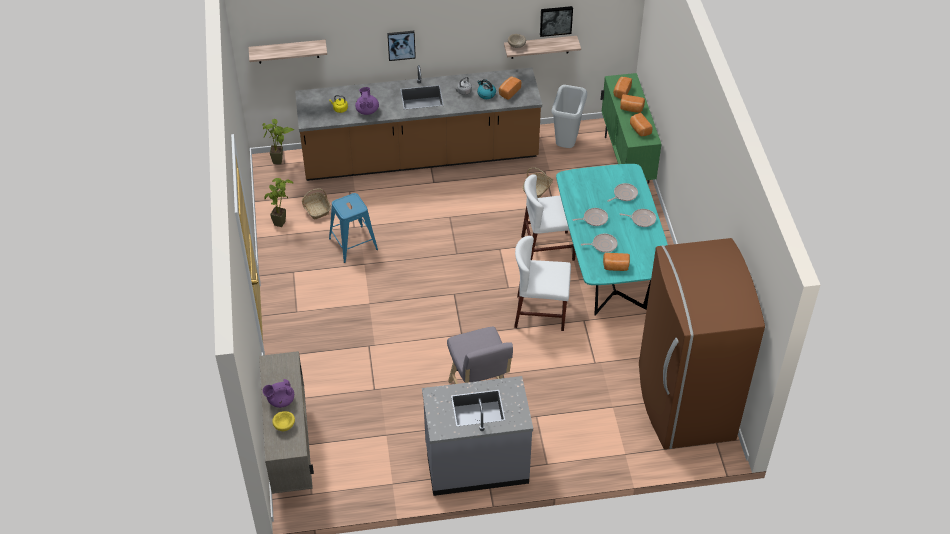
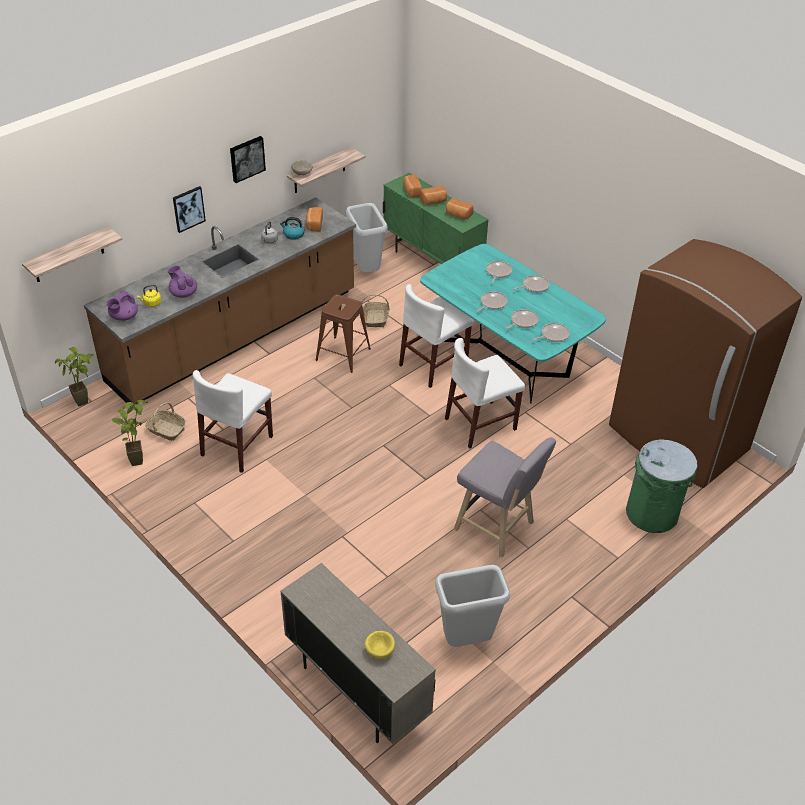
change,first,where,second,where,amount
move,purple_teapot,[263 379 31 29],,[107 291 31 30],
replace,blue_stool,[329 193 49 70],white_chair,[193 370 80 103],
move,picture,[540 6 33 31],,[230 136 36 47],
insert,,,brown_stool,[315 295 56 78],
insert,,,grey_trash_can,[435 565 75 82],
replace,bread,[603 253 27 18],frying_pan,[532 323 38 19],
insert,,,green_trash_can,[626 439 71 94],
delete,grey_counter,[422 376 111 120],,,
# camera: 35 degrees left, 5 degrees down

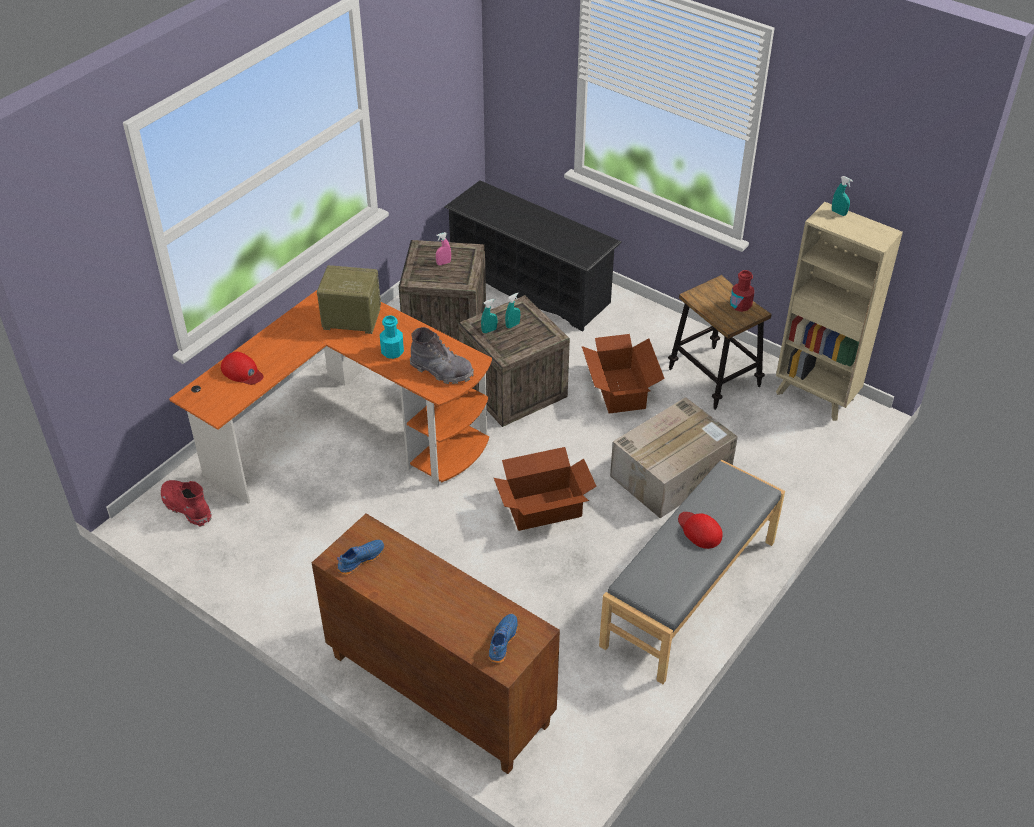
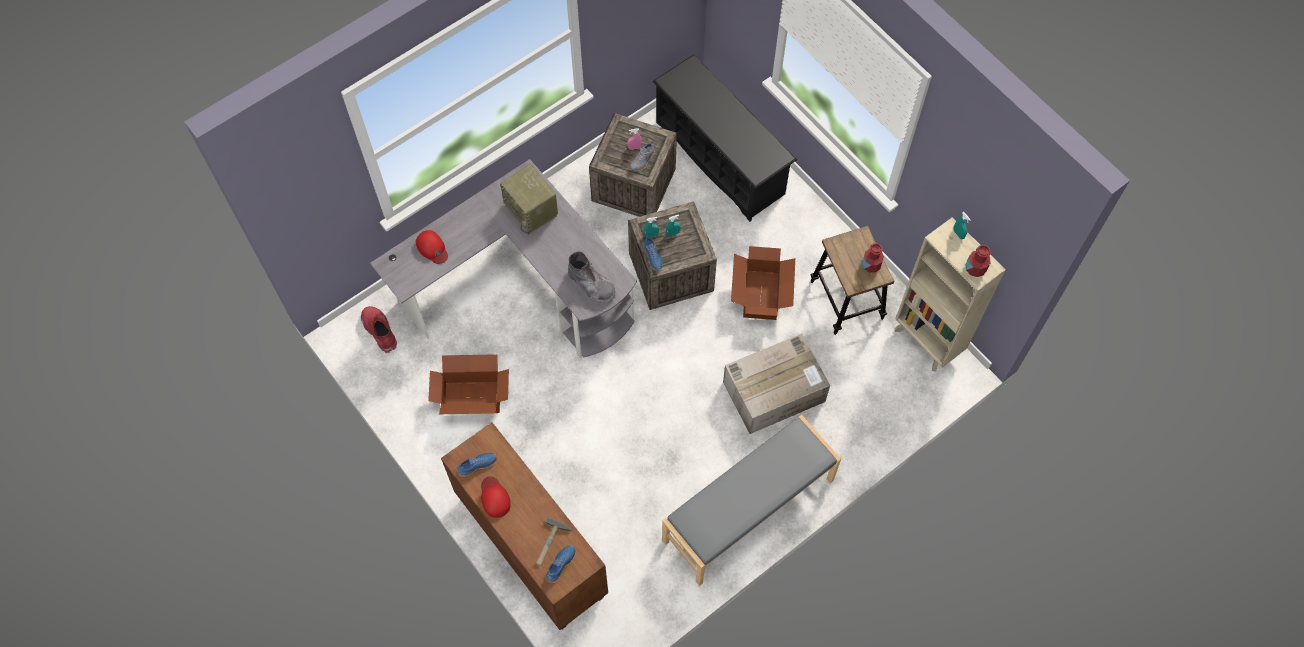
change,first,where,second,where,amount
recolor,orange_desk,[169 289 323 215],grey_desk,[370 159 267 199],
move,cardboard_box,[494 447 103 84],,[428 354 81 60],
move,red_cap,[678 512 45 37],,[481 476 30 42],
rotate,radio,[317 265 64 69],,[500 164 58 70],150 degrees counterclockwise
insert,,,hammer,[536 517 36 49],
insert,,,grey_shoe,[630 141 25 31],
insert,,,blue_shoe,[643 235 20 35],
insert,,,red_bottle,[966 245 25 32],
delete,turquoise_bottle,[380 315 24 44],,,
# camera: 15 degrees right, 20 degrees up

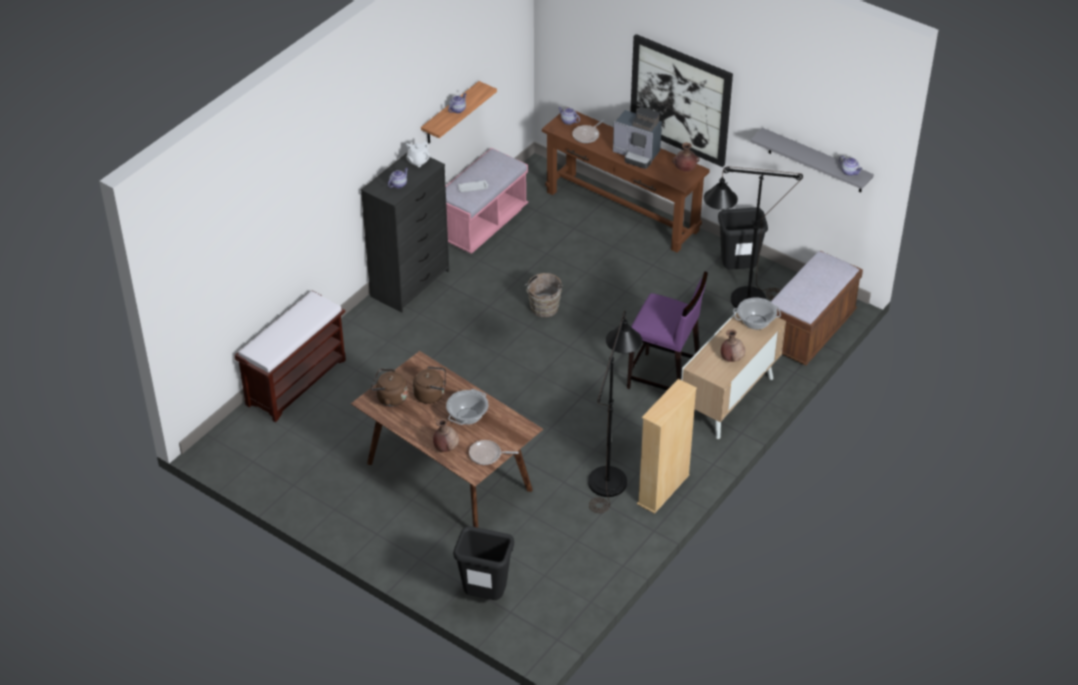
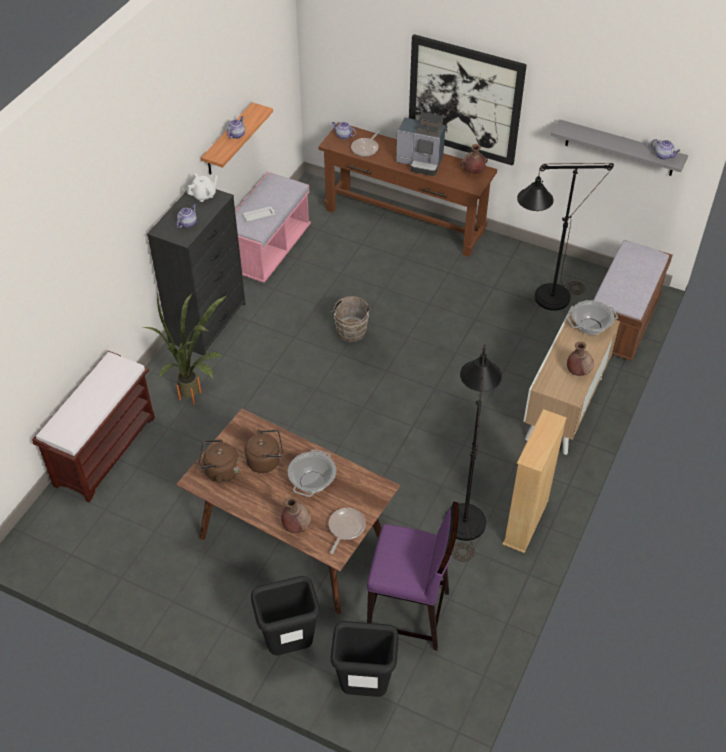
change,first,where,second,where,amount
insert,,,potted_plant,[143 293 83 111],
rotate,white_teapot,[406 141 24 26],,[187 173 31 29],150 degrees counterclockwise
move,black_trash_can,[718 208 50 62],,[251 576 69 80],
rotate,frying_pan,[469 440 50 25],,[329 508 37 46],120 degrees clockwise
move,purple_stool,[627 271 81 119],,[367 501 92 150],
# camera: 10 degrees left, 5 degrees up

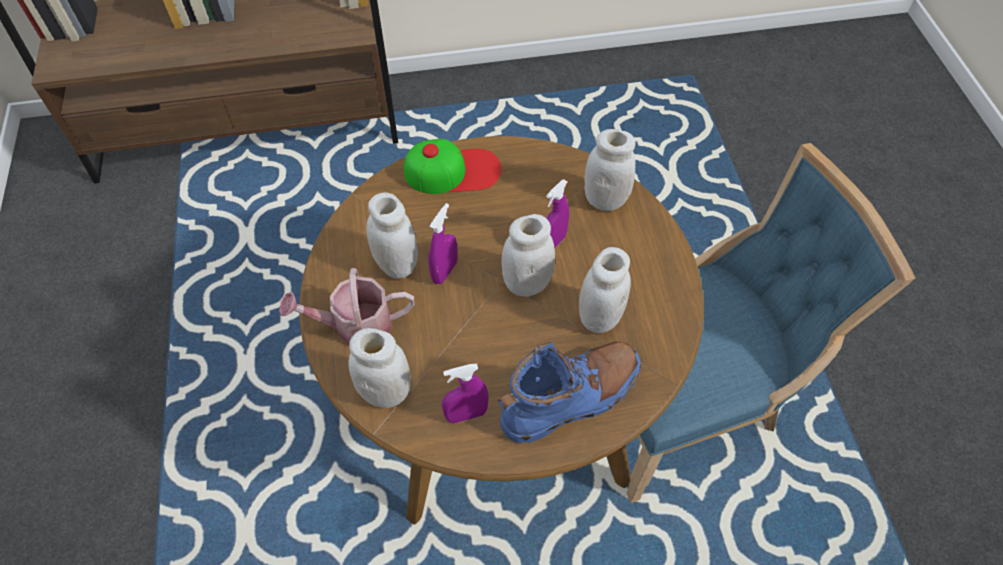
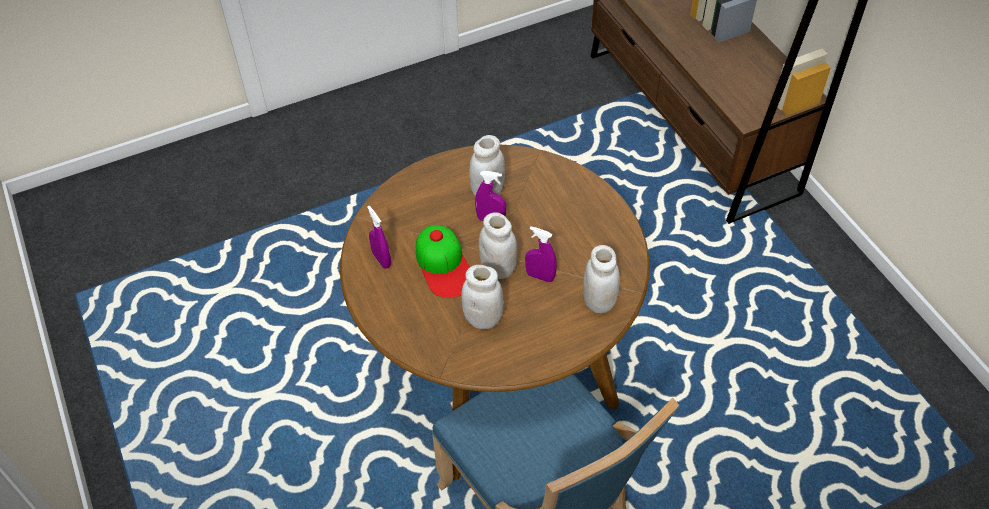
change,first,where,second,where,amount
move,cap,[404 138 98 56],,[416 225 54 73],
delete,watering_can,[279 268 135 77],,,
delete,white_jar,[348 328 63 80],,,
delete,blue_boot,[498 342 143 101],,,
# camera: 75 degrees right, 5 degrees down

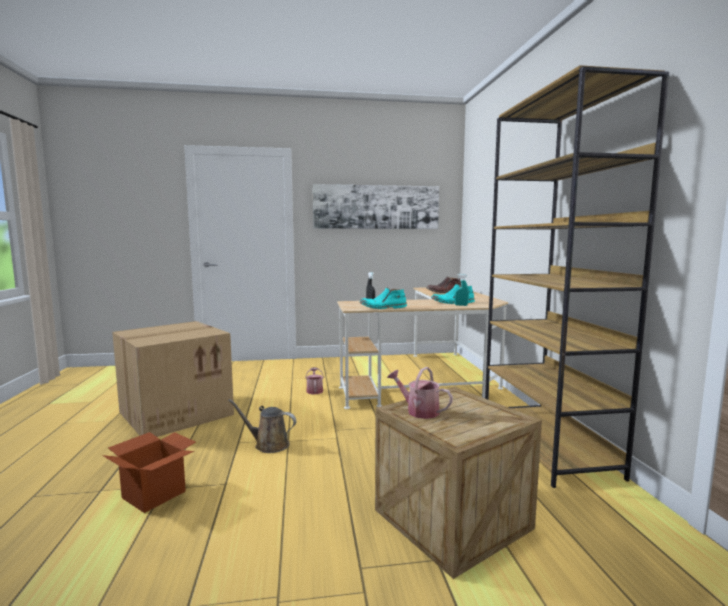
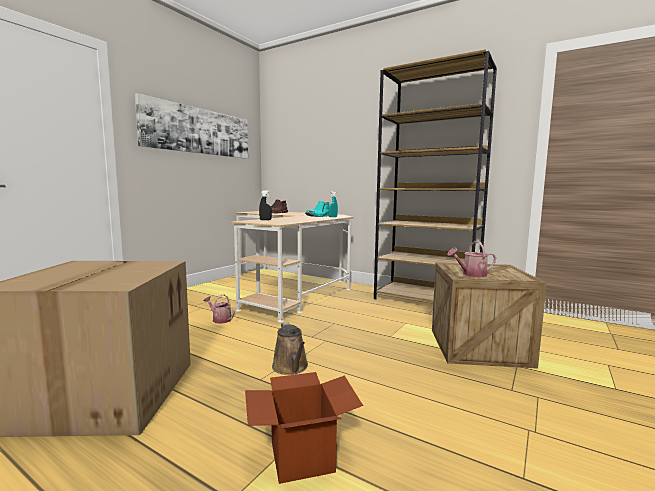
change,first,where,second,where,amount
rotate,brown_watering_can,[228 399 68 54],,[272 322 36 53],75 degrees counterclockwise
delete,turquoise_boot,[360 288 47 21],,,
# camera: 50 degrees left, 0 degrees up

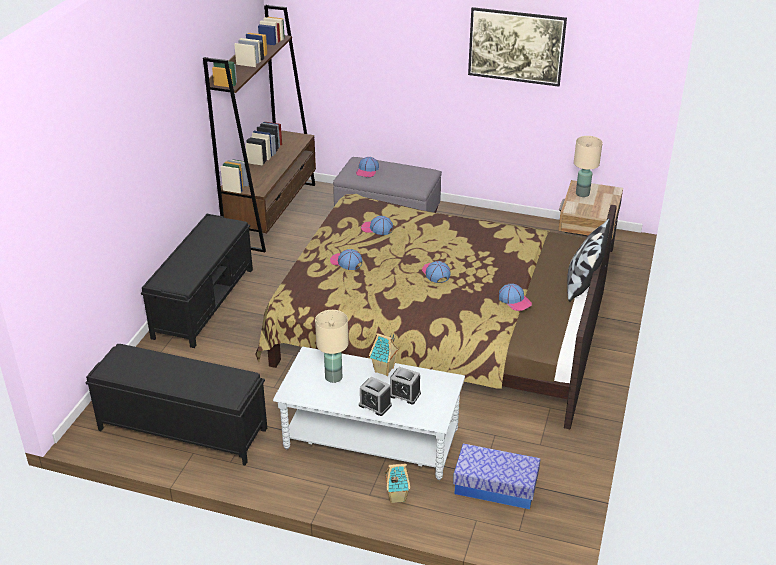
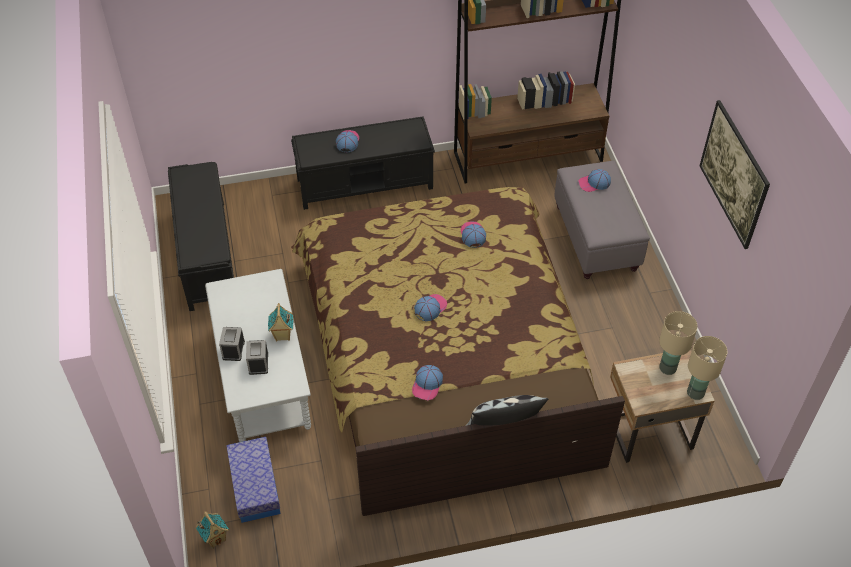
change,first,where,second,where,amount
move,toy_house,[384 464 26 39],,[196 512 33 36],
move,cap,[330 249 32 21],,[336 130 23 23],
move,beige_table_lamp,[315 310 34 73],,[687 336 40 64],
# camera: 60 degrees right, 15 degrees up

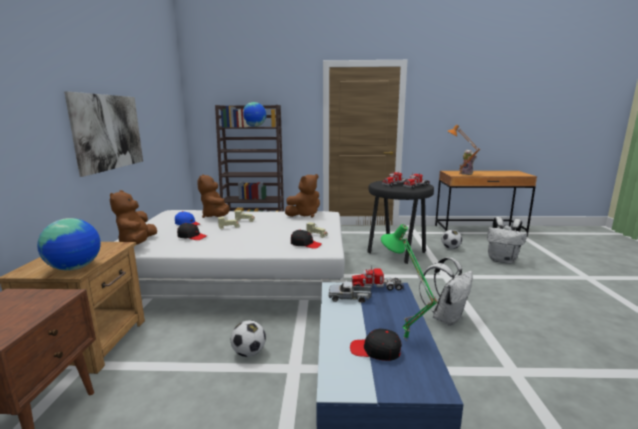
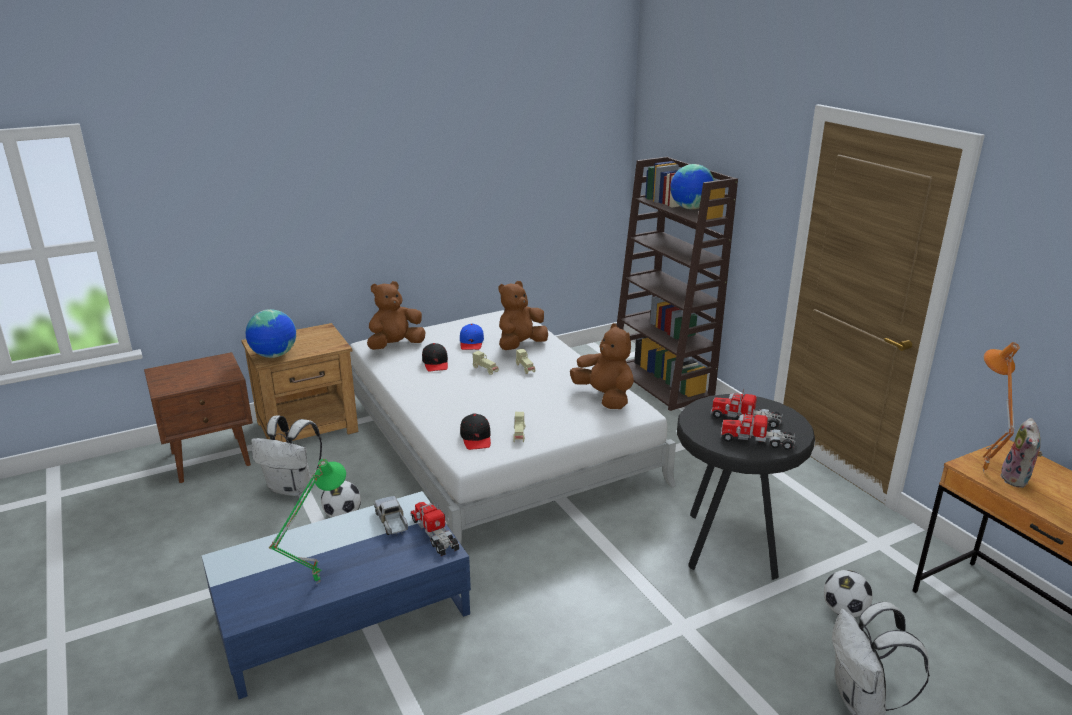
change,first,where,second,where,amount
move,white_backpack,[419 257 54 69],,[251 415 71 81],
rotate,brown_plush_toy,[285 174 35 44],,[570 323 64 86],150 degrees counterclockwise
delete,picture,[64 91 79 86],,,
delete,black_cap,[350 329 52 32],,,
# camera: 60 degrees right, 10 degrees up

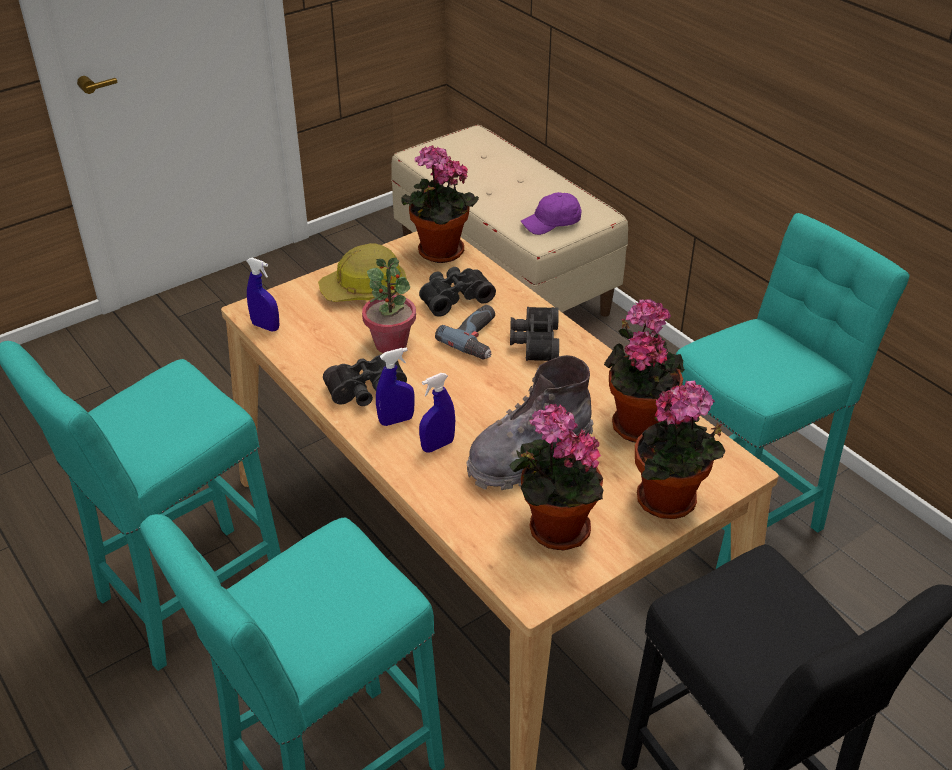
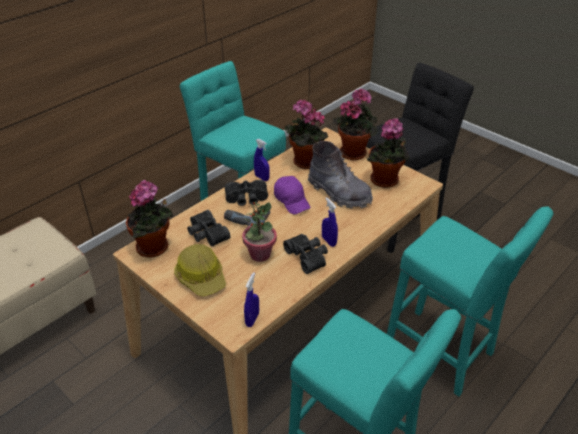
change,first,where,second,where,amount
move,blue_spray_bottle,[419 373 36 80],,[254 139 16 42],
move,purple_cap,[521 192 61 43],,[274 176 37 38],
# camera: 100 degrees left, 0 degrees up

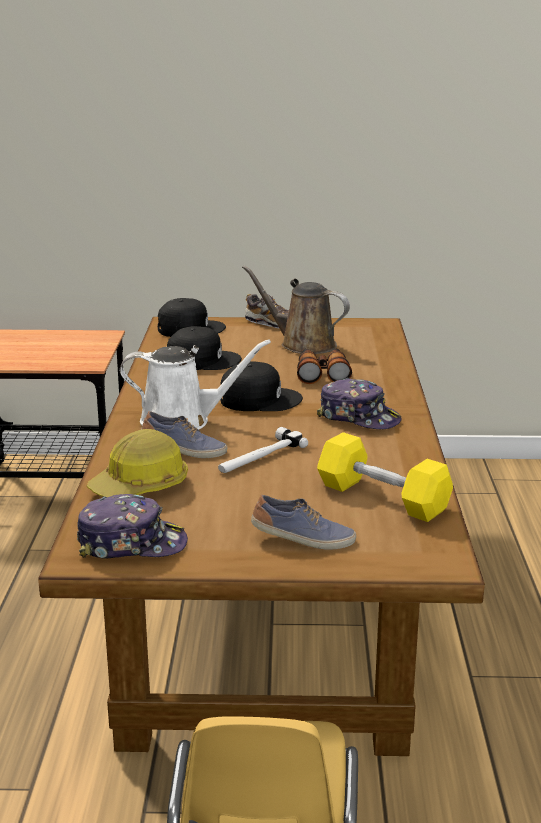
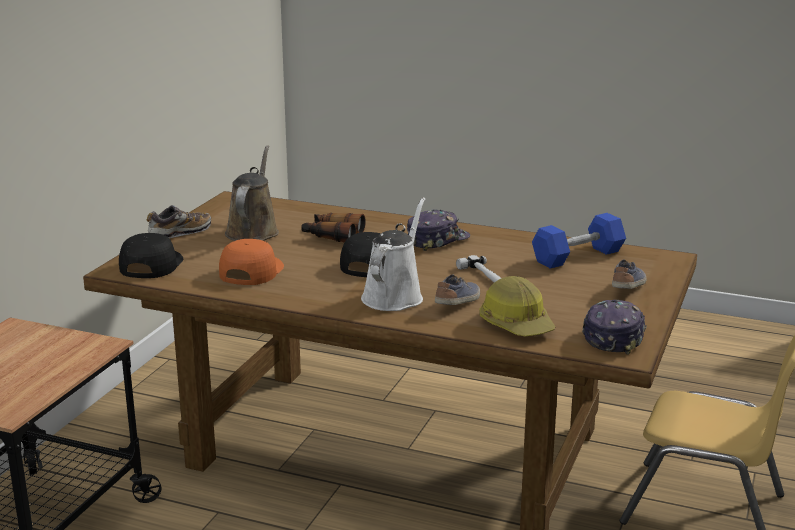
change,first,where,second,where,amount
recolor,black_cap,[167 326 75 44],orange_cap,[219 239 65 46],
rotate,brown_watering_can,[242 265 108 89],,[225 146 54 95],135 degrees clockwise
recolor,yellow_dumbbell,[317 432 136 90],blue_dumbbell,[532 213 94 56],
# camera: 70 degrees left, 0 degrees up

